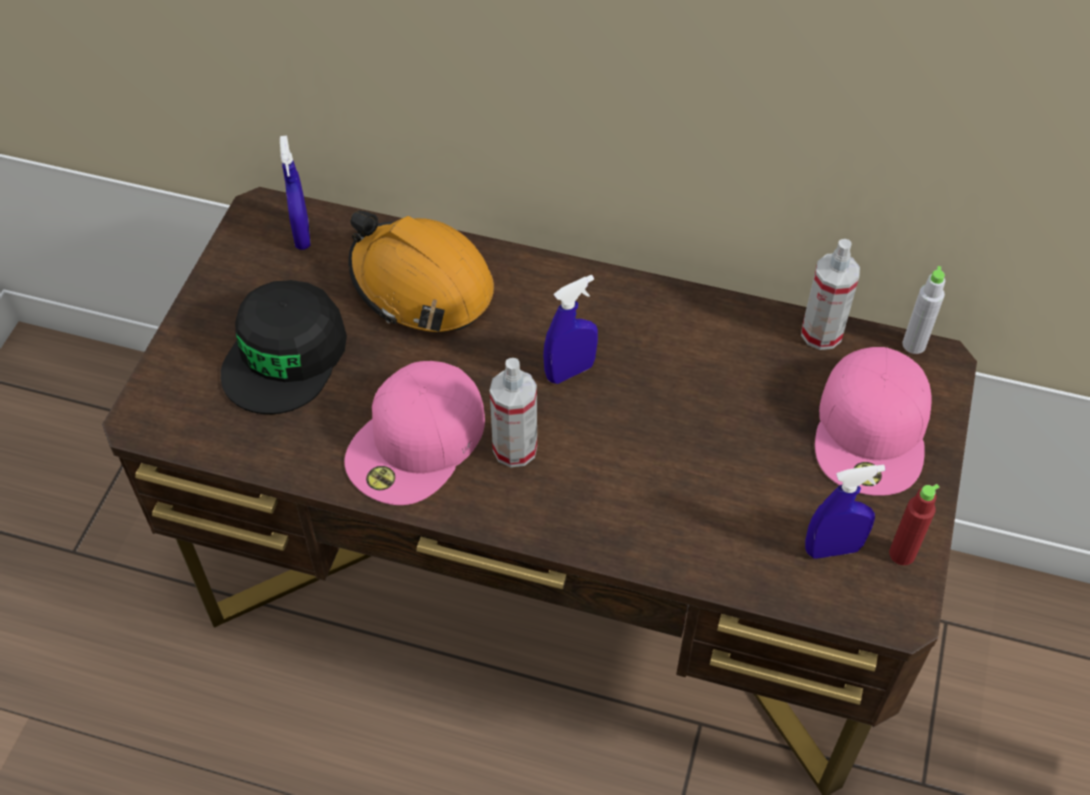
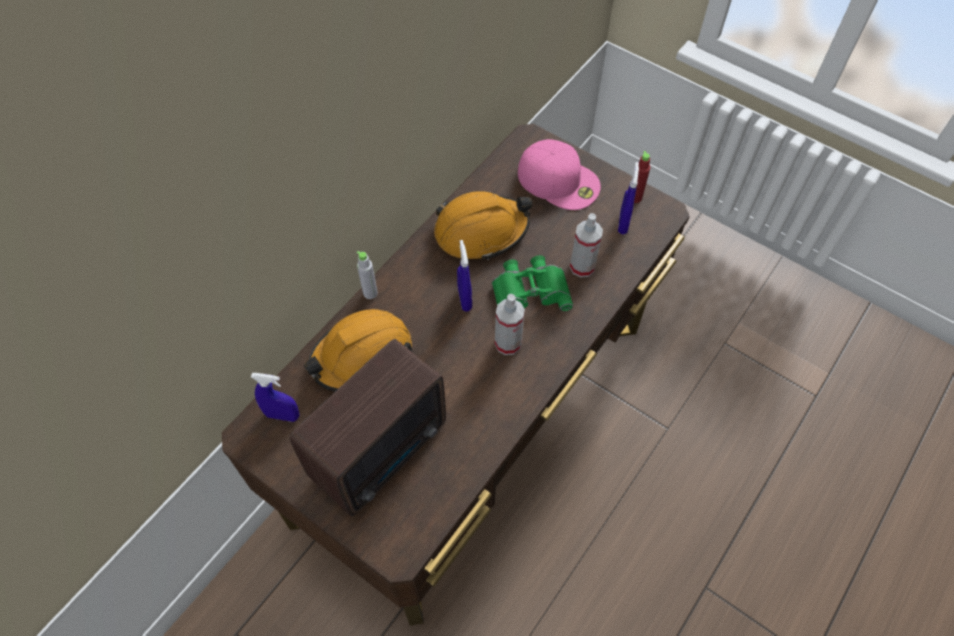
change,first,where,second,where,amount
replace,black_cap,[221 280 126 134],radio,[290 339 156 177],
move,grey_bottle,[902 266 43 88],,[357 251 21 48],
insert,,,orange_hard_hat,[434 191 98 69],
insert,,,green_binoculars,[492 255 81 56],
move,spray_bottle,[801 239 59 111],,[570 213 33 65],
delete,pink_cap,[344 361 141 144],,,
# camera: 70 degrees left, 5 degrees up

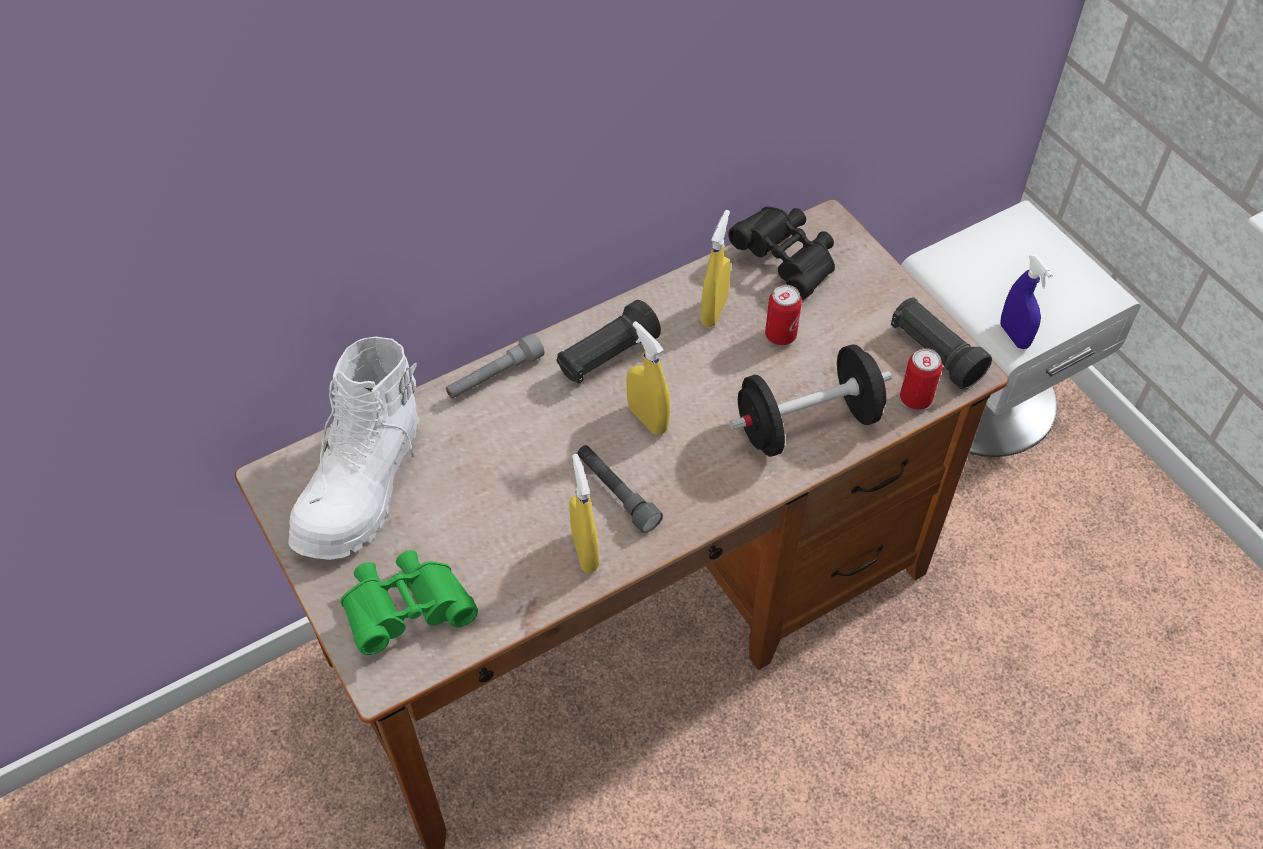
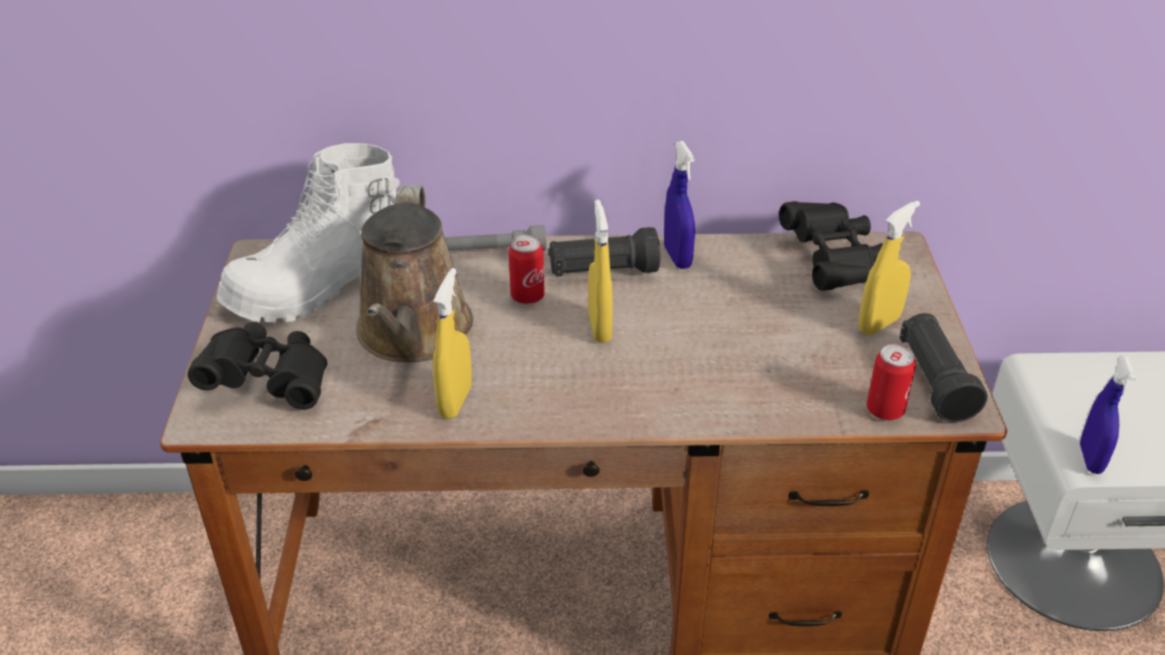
change,first,where,second,where,amount
recolor,green_binoculars,[341 550 137 105],black_binoculars,[188 322 139 88],
insert,,,brown_watering_can,[356 185 117 178],
move,can,[765 285 37 60],,[508 235 37 69],
insert,,,blue_spray_bottle,[664 141 31 128],
move,yellow_spray_bottle,[701 210 30 117],,[859 200 61 135],
delete,grey_flashlight,[577 445 86 88],,,
delete,black_dumbbell,[730 344 162 113],,,
# camera: 30 degrees right, 15 degrees down

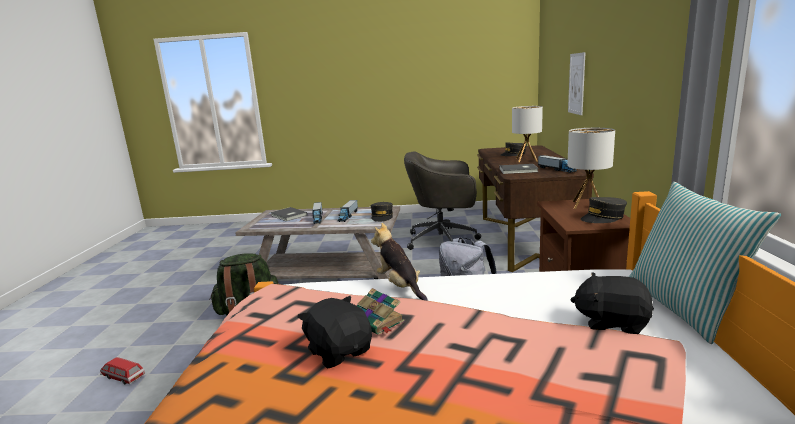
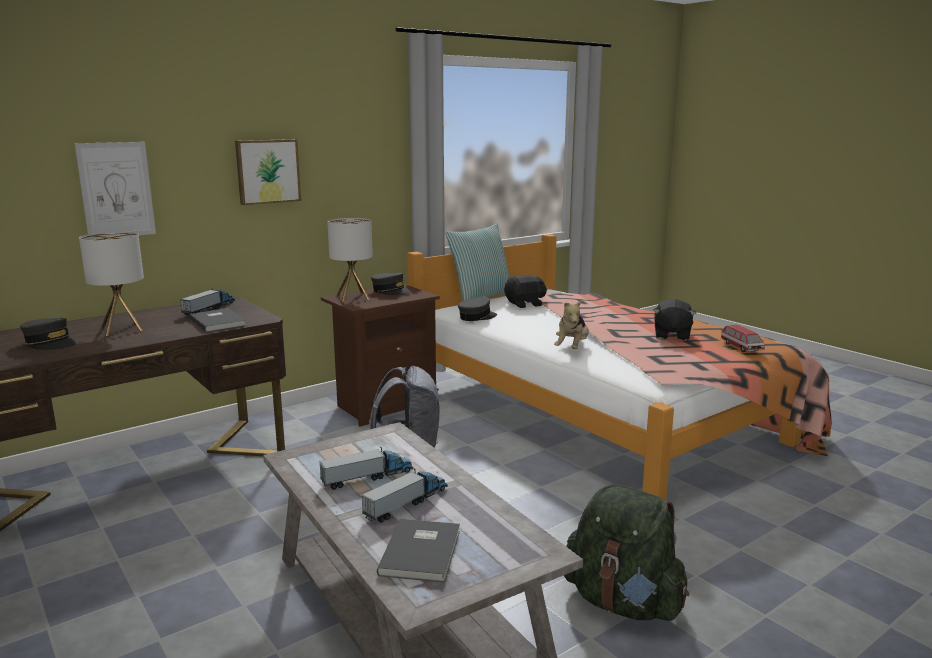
change,first,where,second,where,amount
insert,,,picture,[235 139 66 66],
move,grey_cap,[371 202 22 20],,[458 296 39 25],
rotate,black_plush_toy,[571 272 83 62],,[504 275 43 33],90 degrees counterclockwise
move,toy_car,[100 357 45 27],,[721 325 44 27],
delete,book,[357 288 47 47],,,
delete,grey_office_chair,[404 152 77 98],,,
# camera: 130 degrees left, 0 degrees up

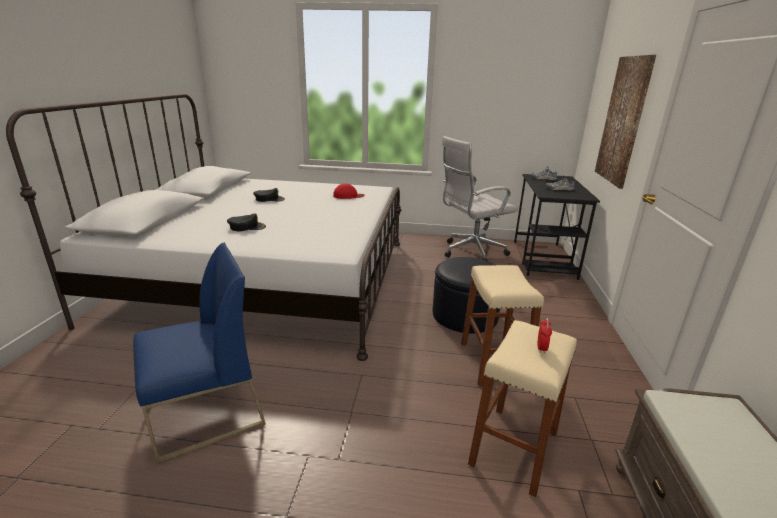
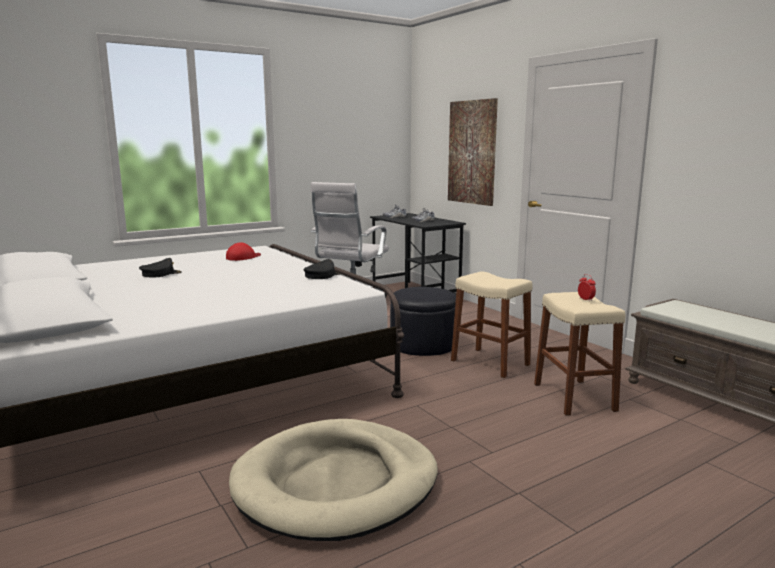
change,first,where,second,where,amount
replace,blue_chair,[133 242 133 221],beige_dog_bed,[229 419 209 122],
move,black_cap,[227 213 39 19],,[304 259 36 20],
# camera: 40 degrees left, 10 degrees down

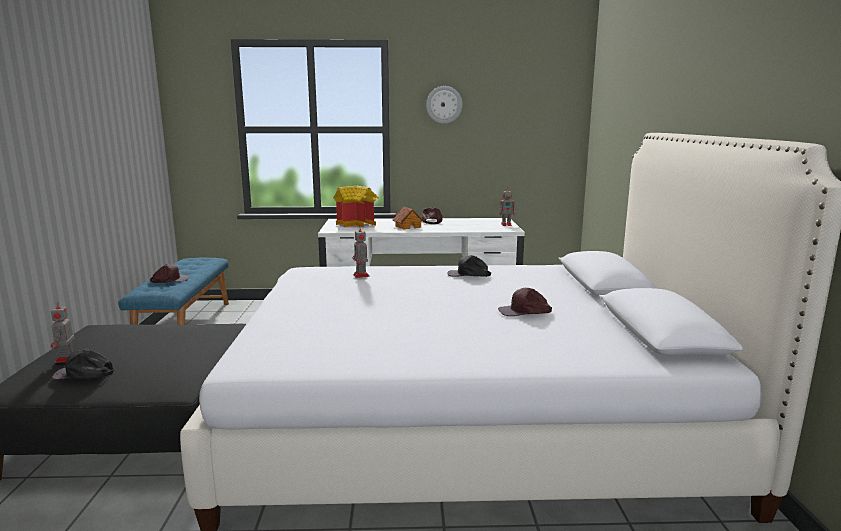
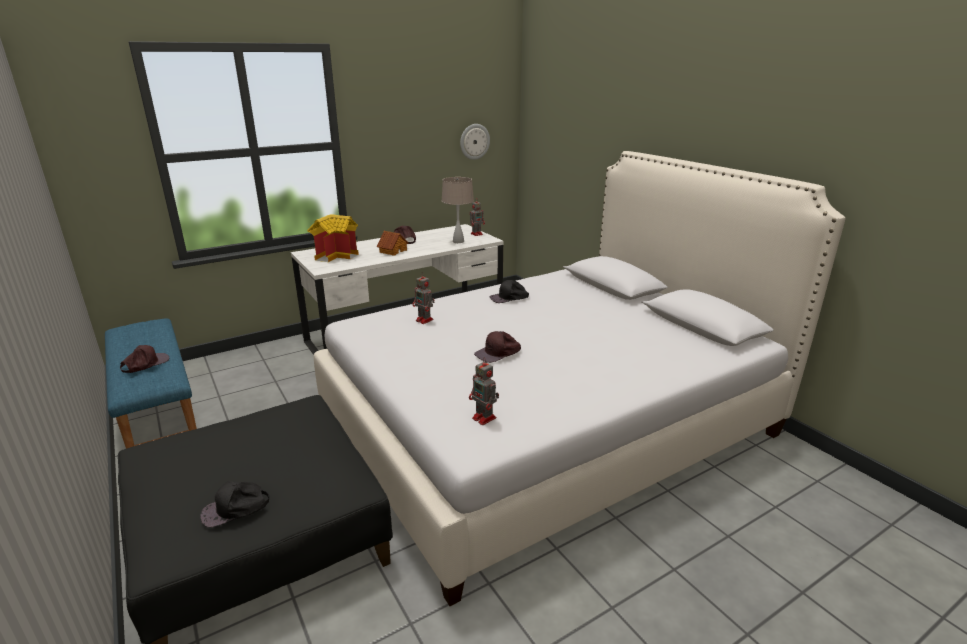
change,first,where,second,where,amount
insert,,,beige_table_lamp,[442 177 32 66],
move,wall_clock,[426 86 37 38],,[460 124 30 36],
move,toy_robot,[51 301 24 62],,[469 357 30 68],
move,brown_cap,[498 288 54 28],,[474 331 47 32],
# camera: 30 degrees left, 10 degrees up

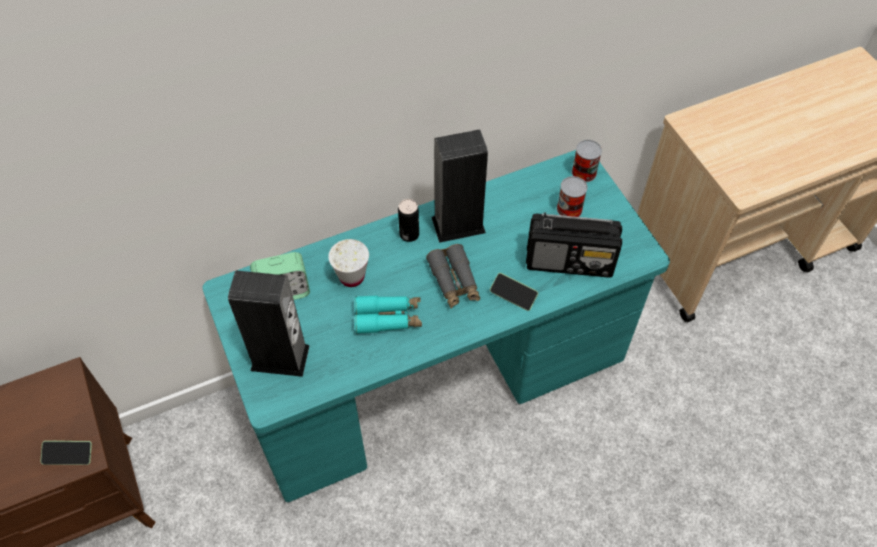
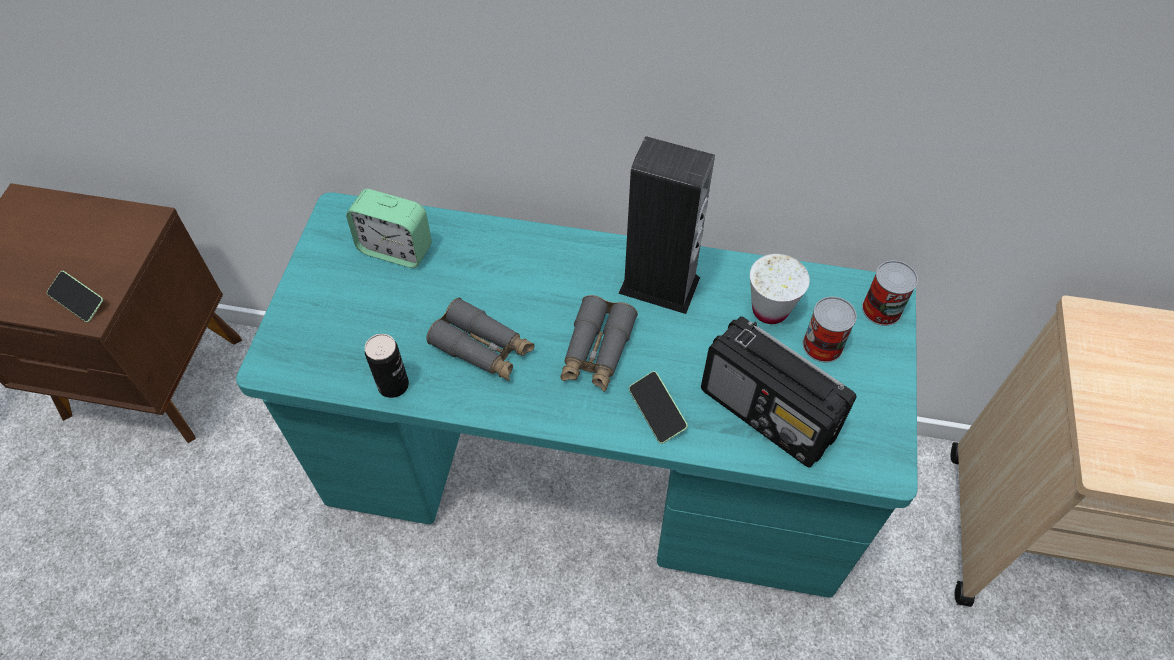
change,first,where,second,where,amount
move,can,[398 199 21 43],,[365 334 44 64],
recolor,turquoise_binoculars,[355 295 67 39],grey_binoculars,[426 298 108 83],
move,white_cup,[328 239 41 48],,[750 254 60 70],
delete,speaker,[228 270 82 107],,,
# camera: 35 degrees right, 0 degrees up

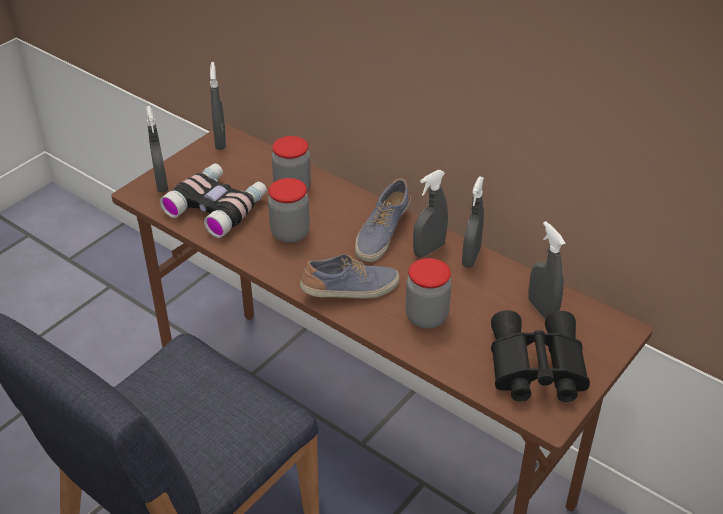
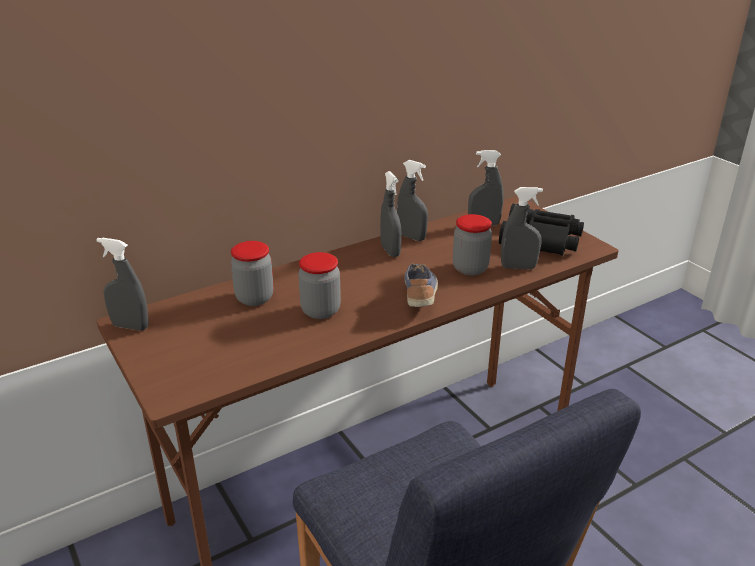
change,first,where,second,where,amount
move,grey_spray_bottle,[146 106 22 86],,[501 187 42 82],
delete,binoculars,[160 163 107 75],,,
delete,shoe,[355 178 56 84],,,
# camera: 70 degrees left, 10 degrees down

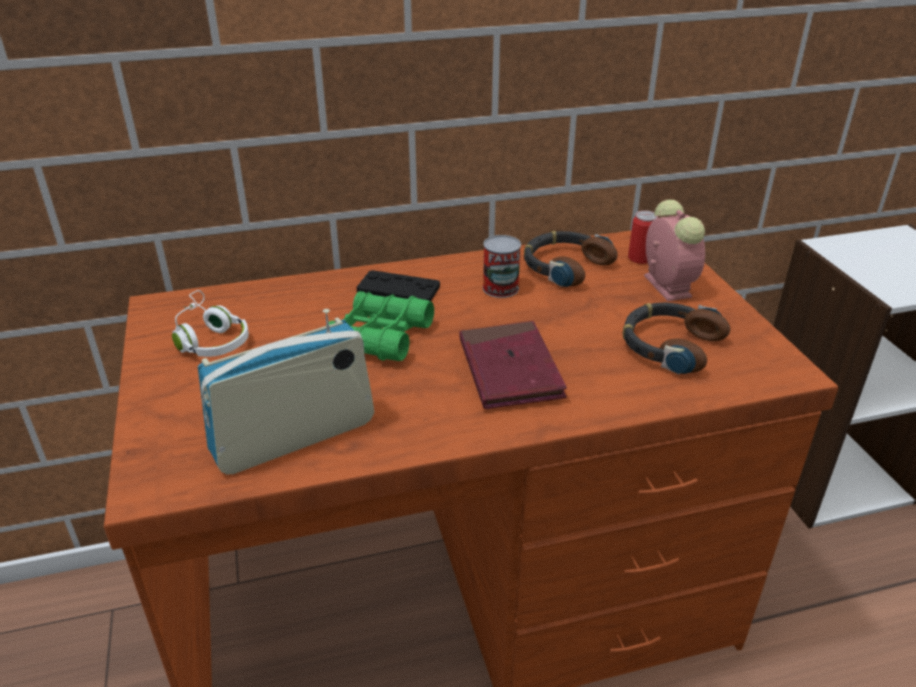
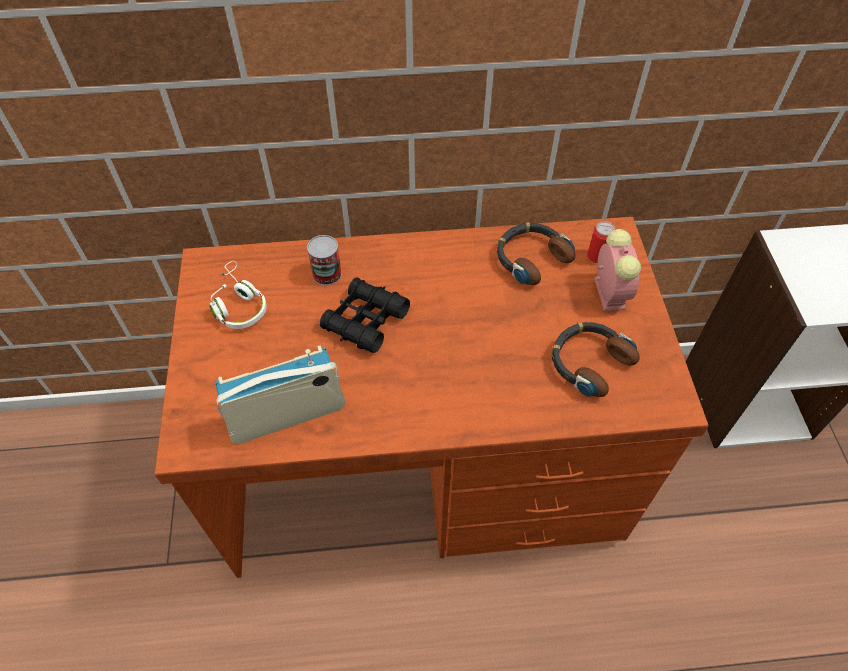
change,first,where,second,where,amount
move,can,[483 235 38 63],,[307 235 35 50],
recolor,green_binoculars,[329 291 105 70],black_binoculars,[320 277 90 76],
delete,black_game_controller,[357 270 83 31],,,
delete,red_book,[459 321 108 88],,,
# camera: 10 degrees right, 20 degrees up

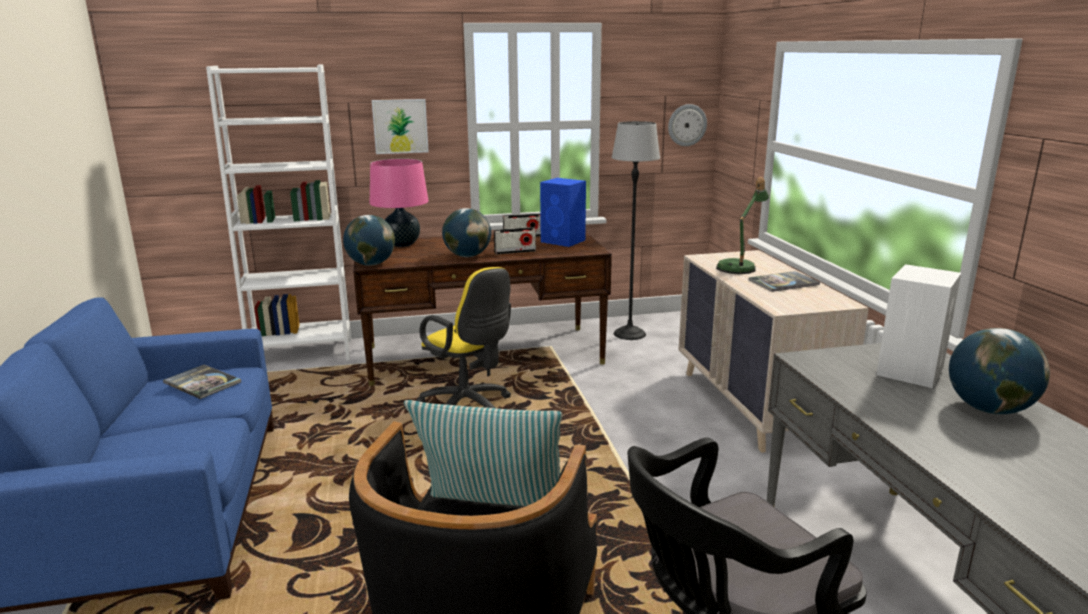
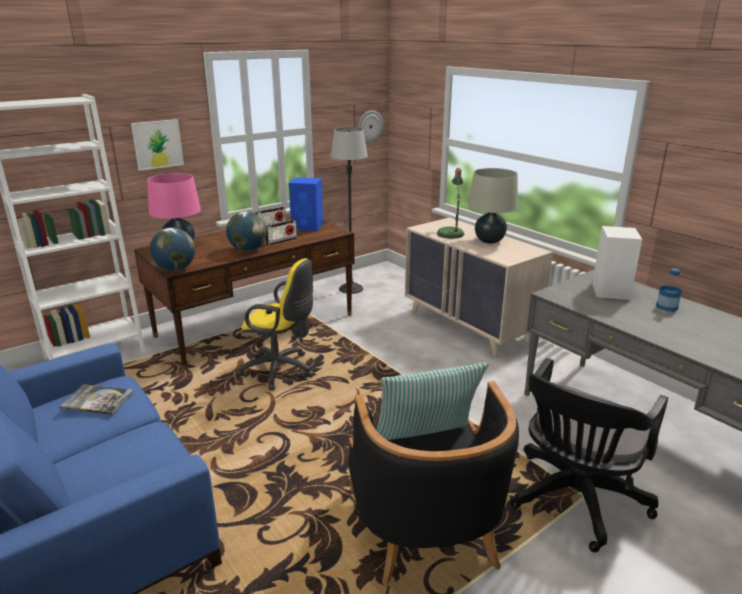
change,first,where,second,where,amount
replace,book,[749 271 71 21],beige_table_lamp,[468 168 50 75],
replace,globe,[949 328 101 86],bottle,[656 268 26 44],
# camera: 25 degrees left, 5 degrees up

